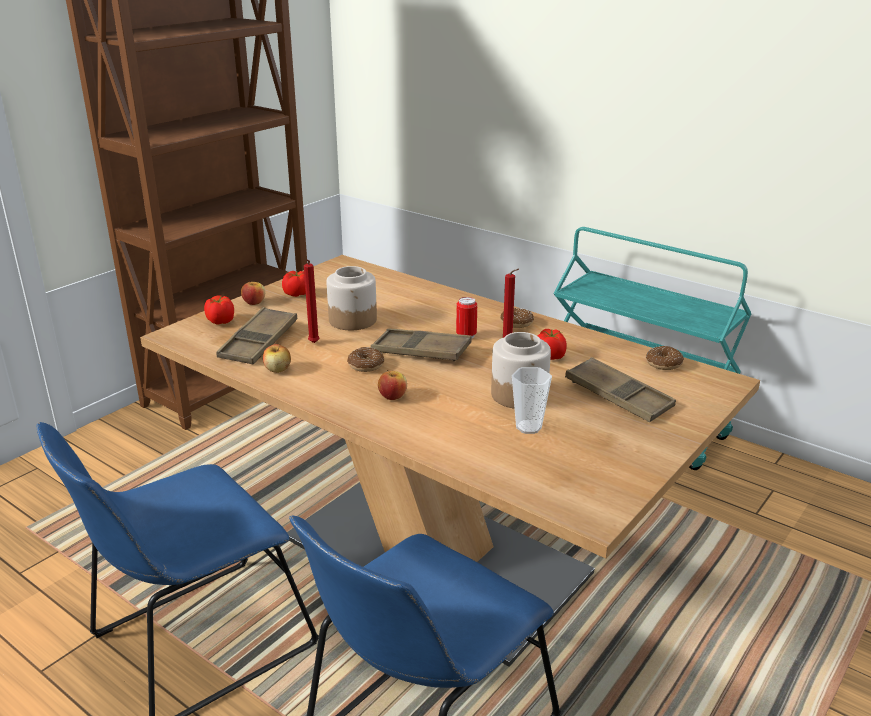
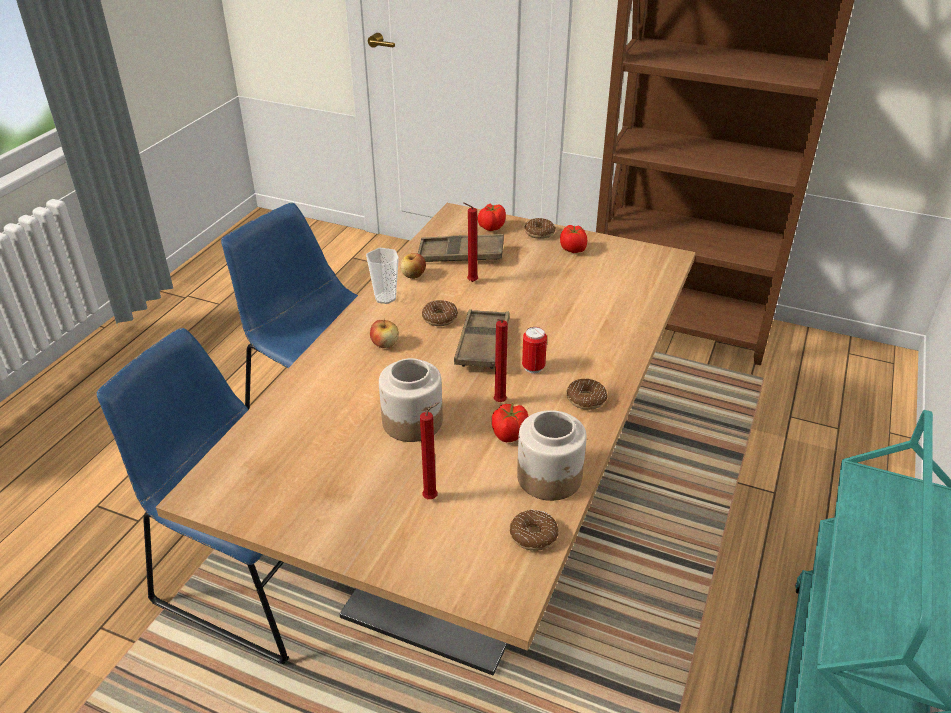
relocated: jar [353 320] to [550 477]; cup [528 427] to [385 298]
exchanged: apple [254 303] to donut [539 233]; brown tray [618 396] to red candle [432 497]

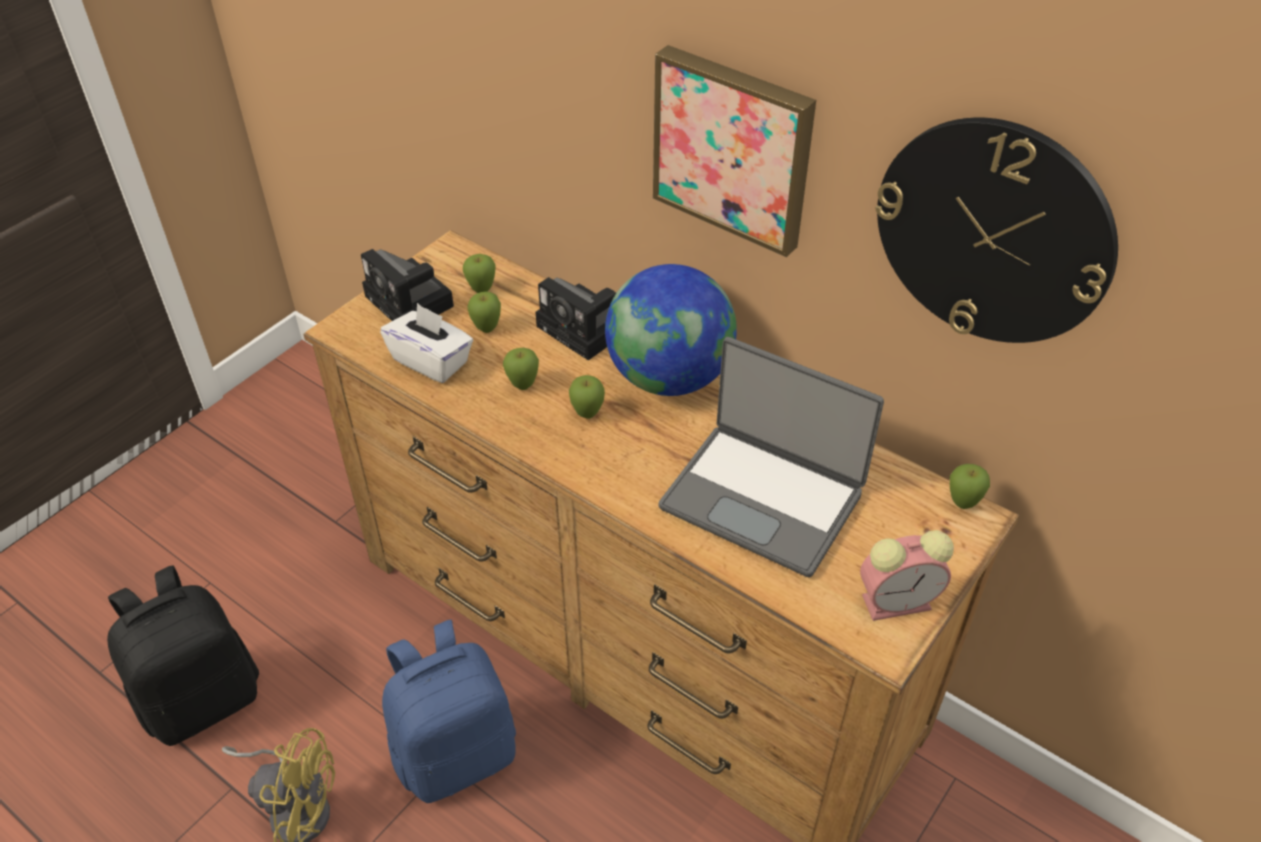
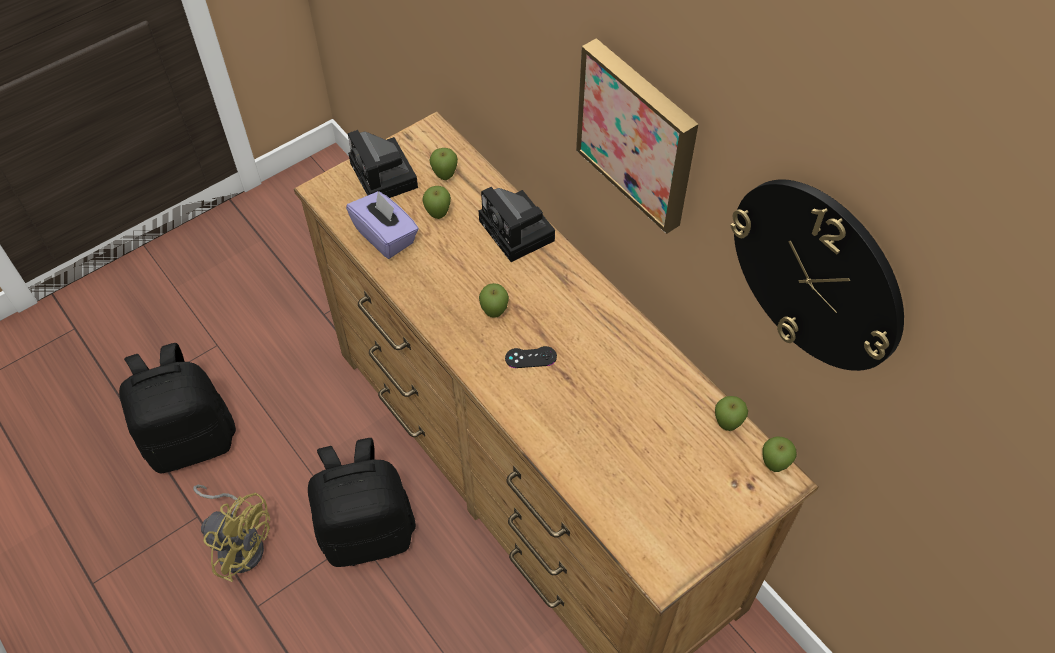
missing: globe [669 377]; laptop [763 498]; alarm clock [899 601]
appeared: black game controller [531 357]
relocated: apple [523 386] to [727 425]
colour: white tissue box [431 361] to purple tissue box [386 236]; blue backpack [456 753] to black backpack [368 531]

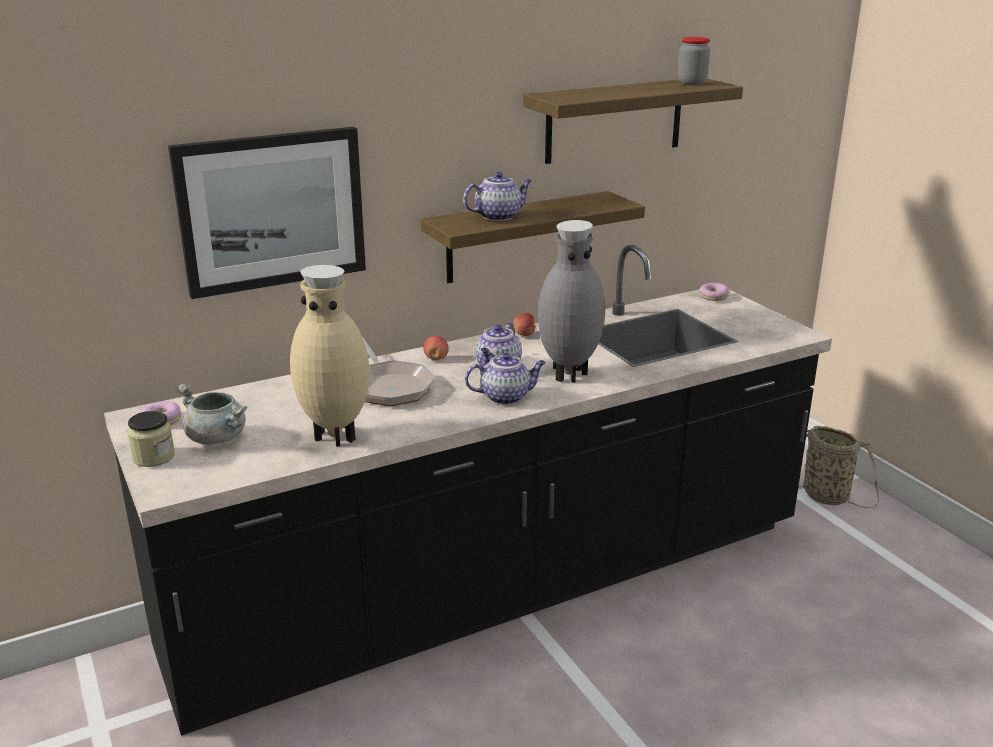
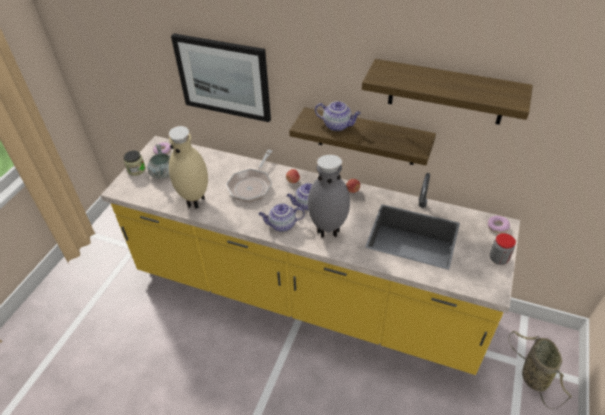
relocated: jar [692 83] to [498 258]
colour: black counter [496 589] to yellow counter [305 295]
spun: teapot [506 397] = [282 225] 135 degrees clockwise

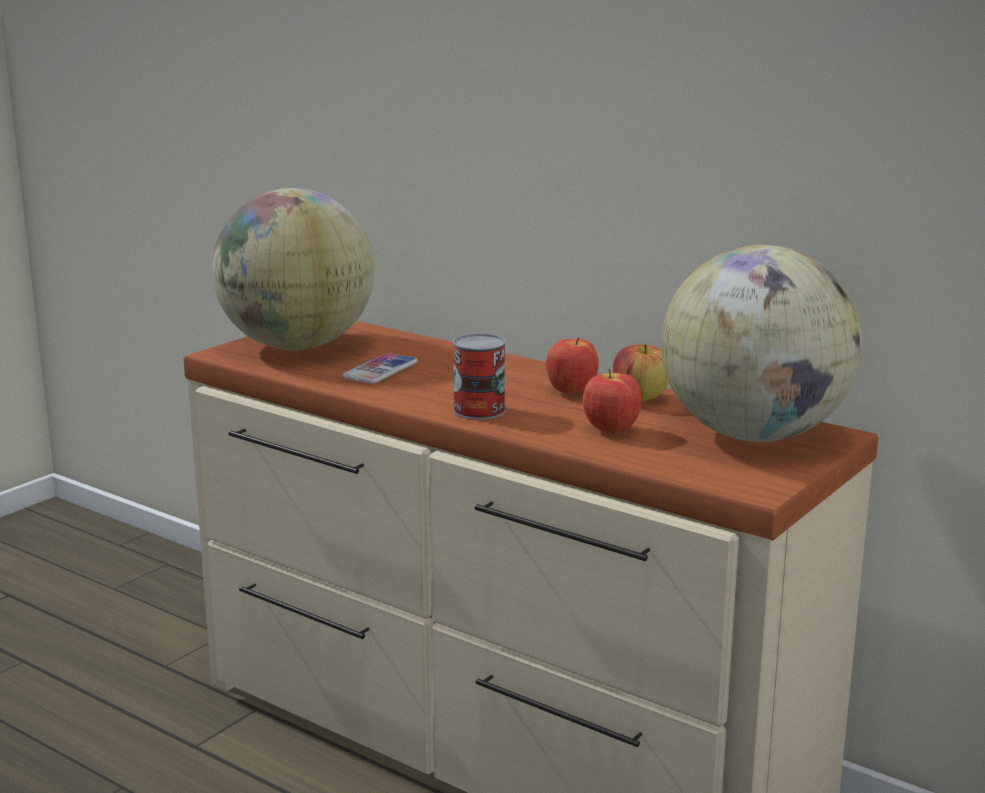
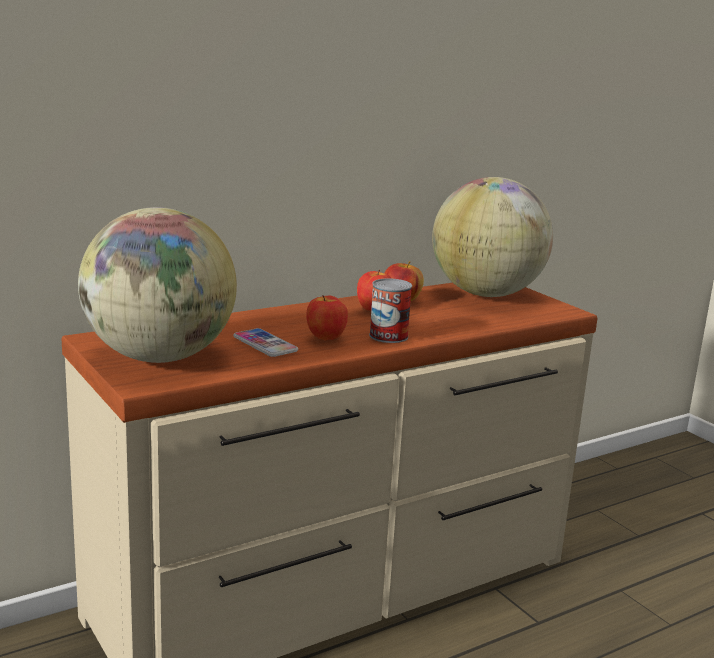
relocated: apple [610 430] to [326 339]

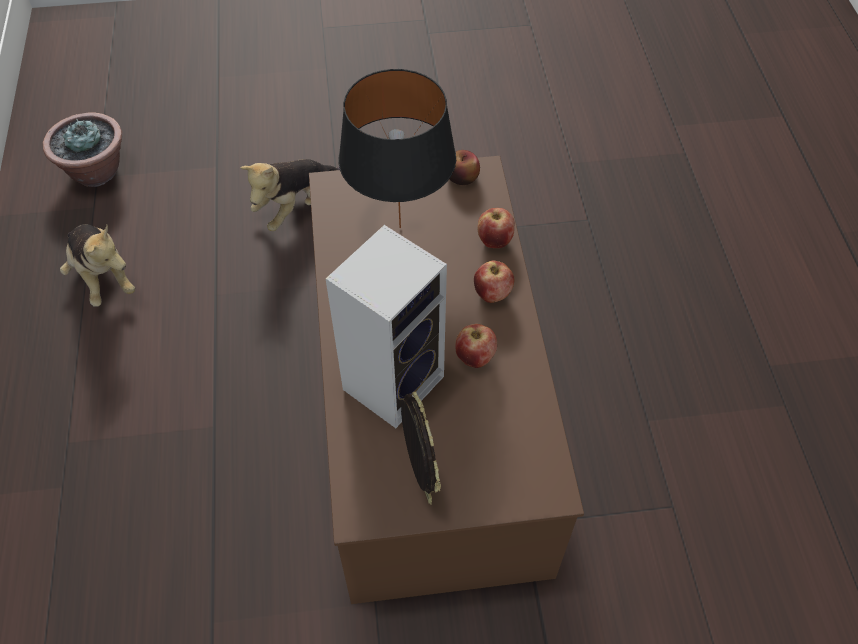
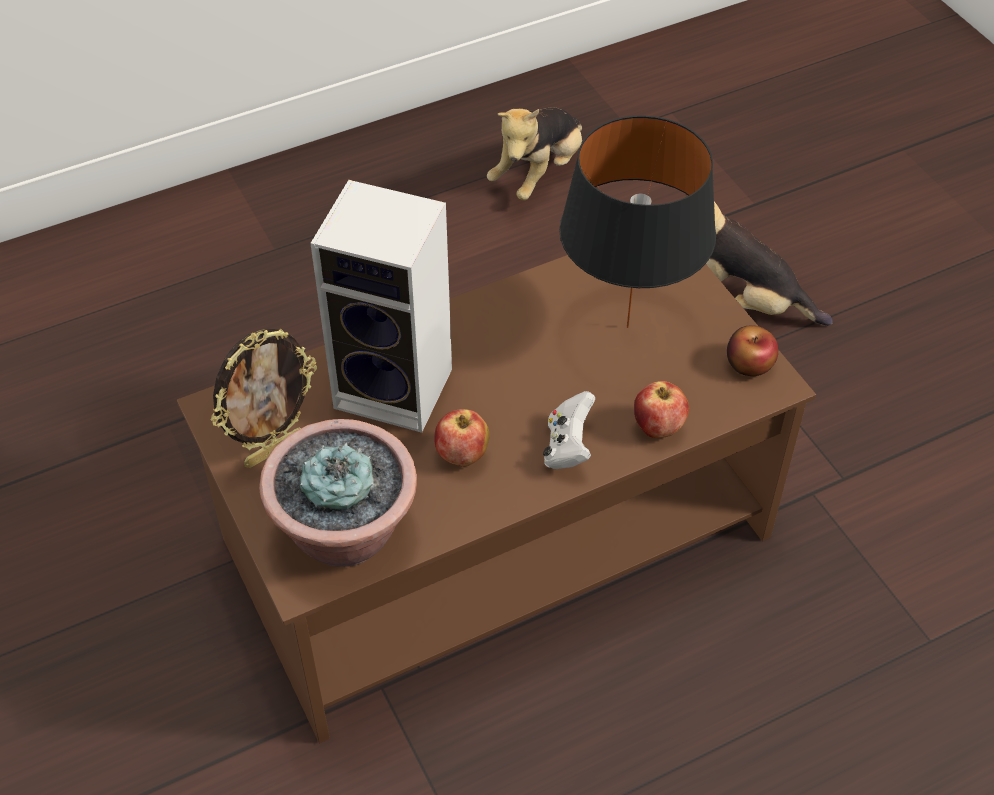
relocated: potted plant [96 172] to [345 532]
exchanged: apple [492 294] to white game controller [568 447]

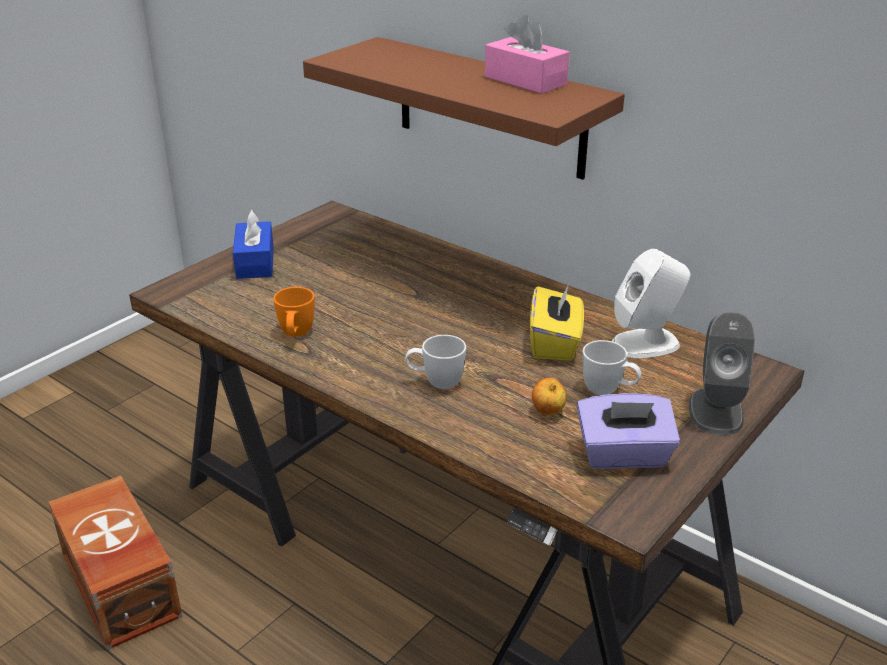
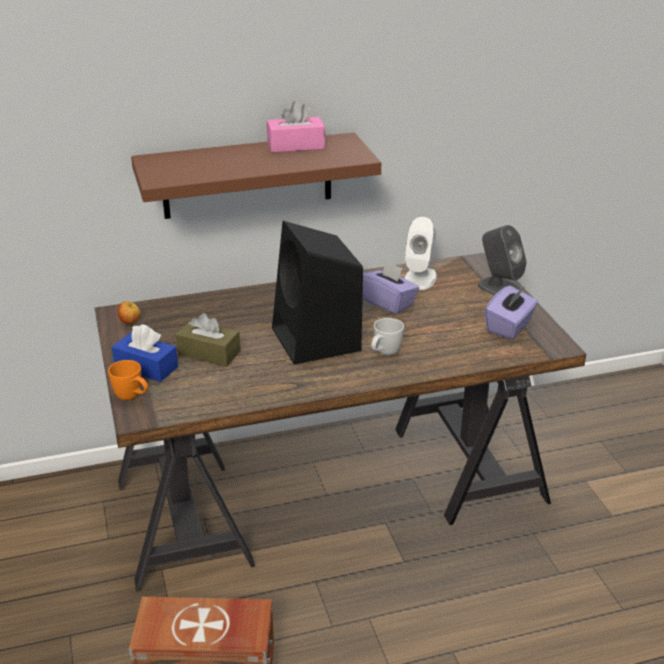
missing: white mug [609 391]
appeared: black speaker [317 340]; brown tissue box [209 353]
relocated: orange mug [296 335] to [132 397]; apple [548 412] to [130 323]
colour: yellow tissue box [555 343] to purple tissue box [388 303]

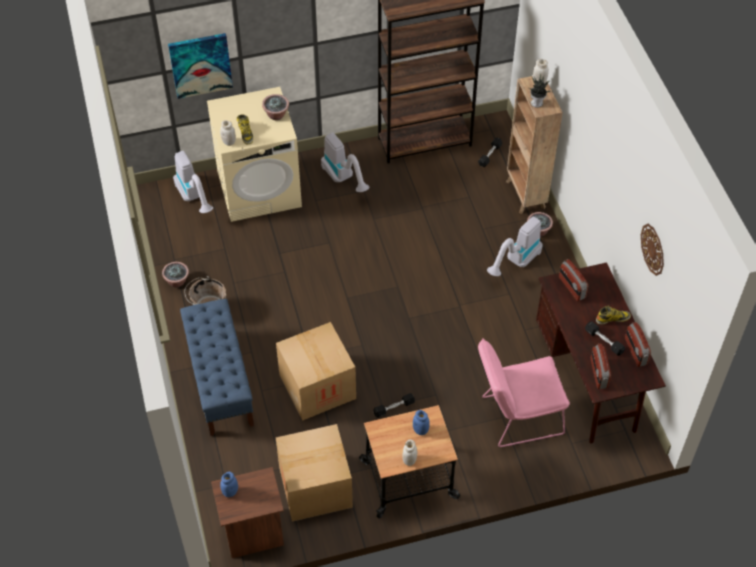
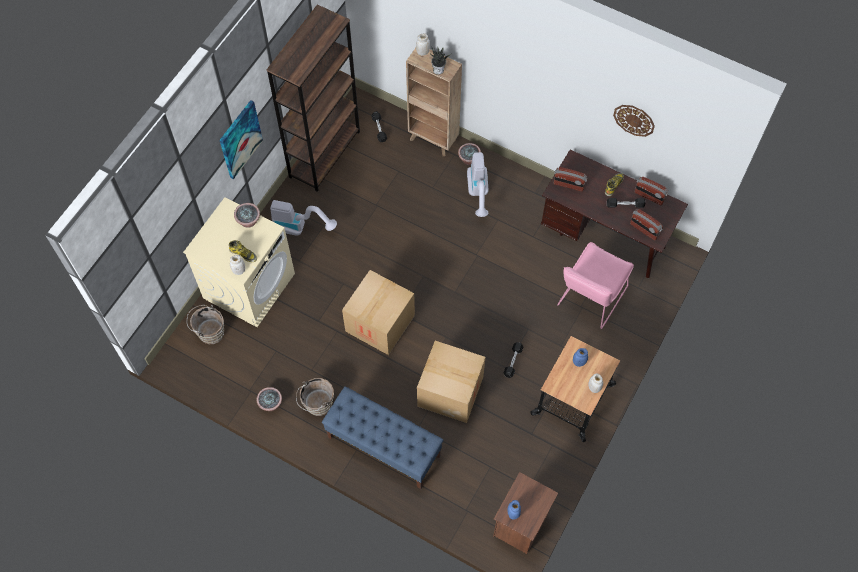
relocated: picture [200 65] to [240 139]; cardboard box [315 487] to [380 323]
exchanged: vacuum cleaner [194 198] to brown bucket [209 332]

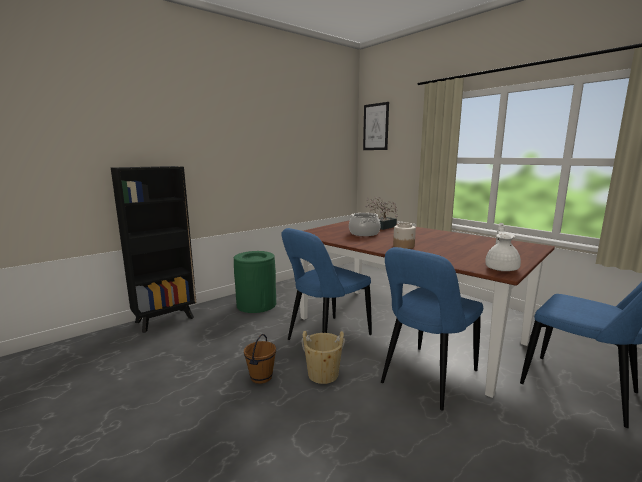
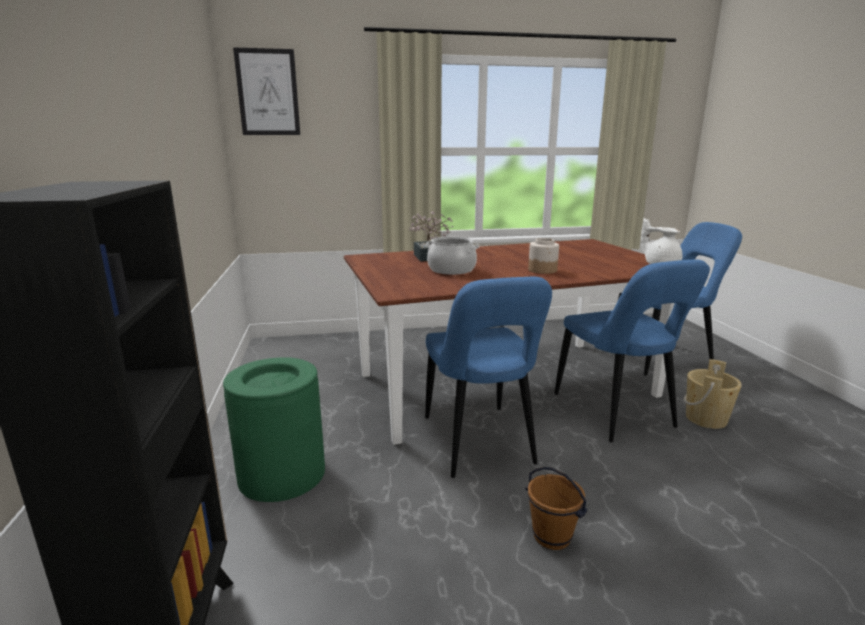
relocated: beige bucket [323 374] to [706 419]

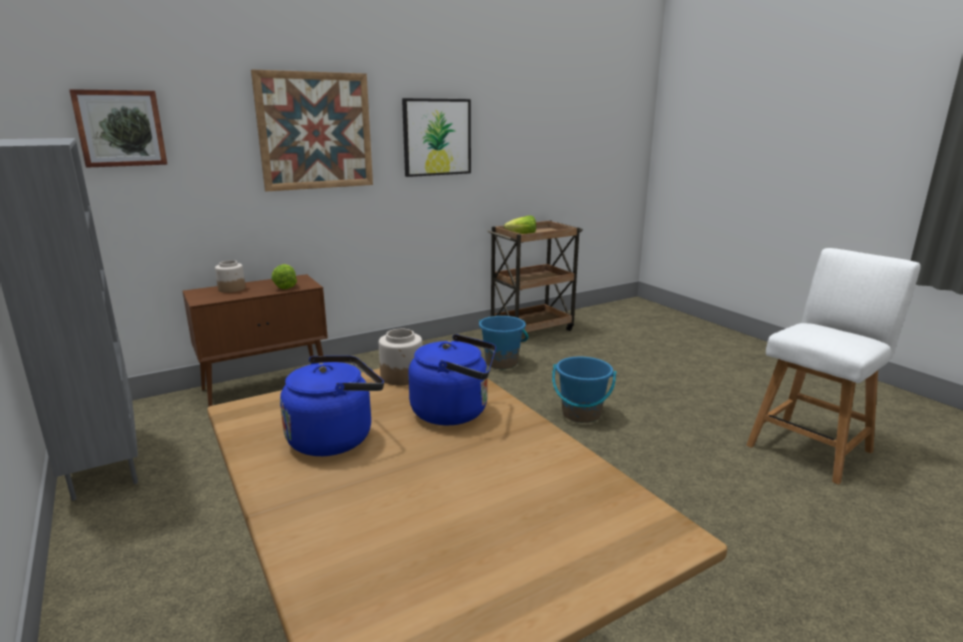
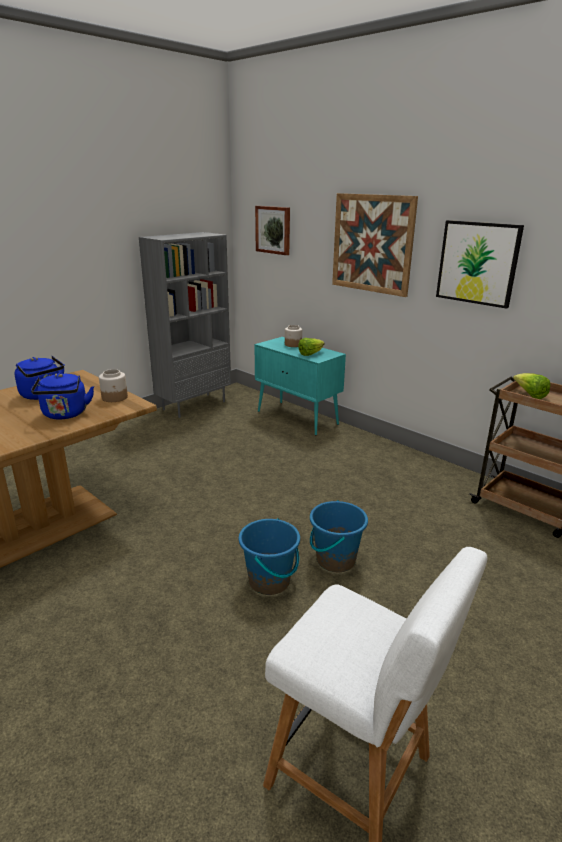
relocated: blue bucket [501 363] to [269 581]
colour: brown cabinet [267 386] to turquoise cabinet [298 418]

